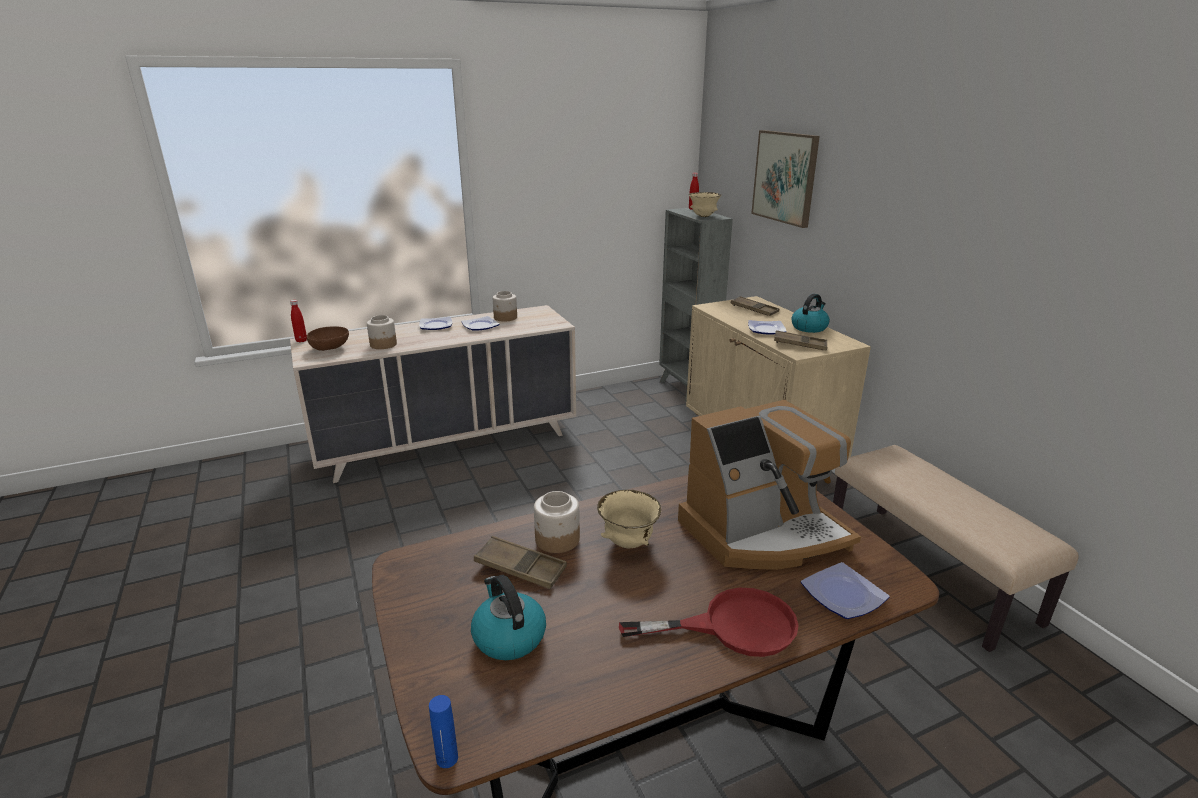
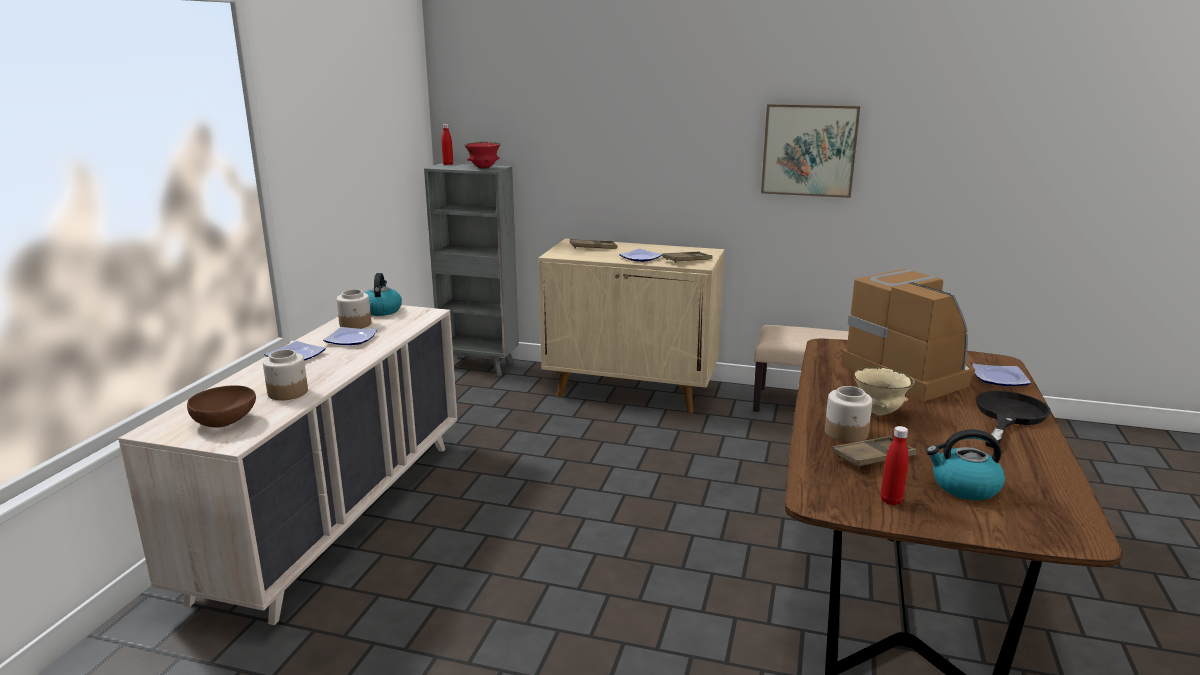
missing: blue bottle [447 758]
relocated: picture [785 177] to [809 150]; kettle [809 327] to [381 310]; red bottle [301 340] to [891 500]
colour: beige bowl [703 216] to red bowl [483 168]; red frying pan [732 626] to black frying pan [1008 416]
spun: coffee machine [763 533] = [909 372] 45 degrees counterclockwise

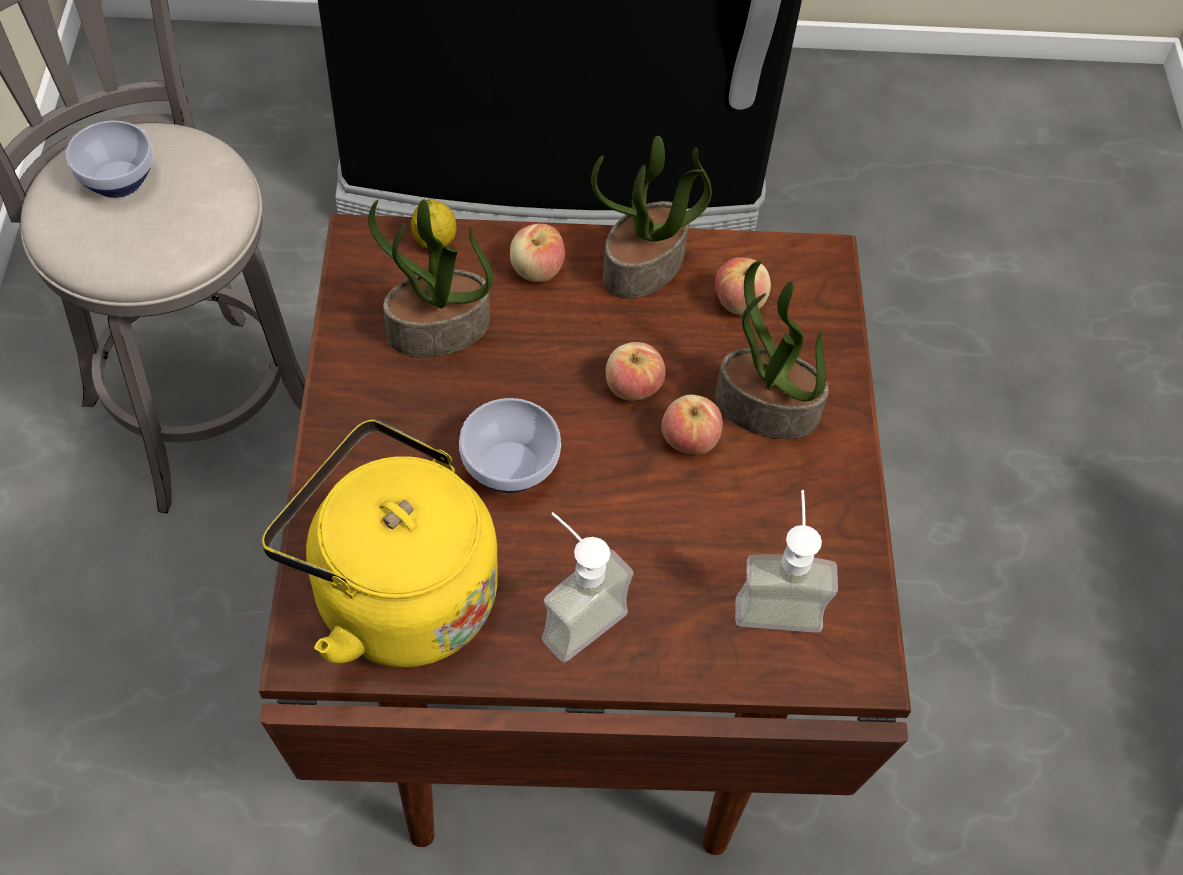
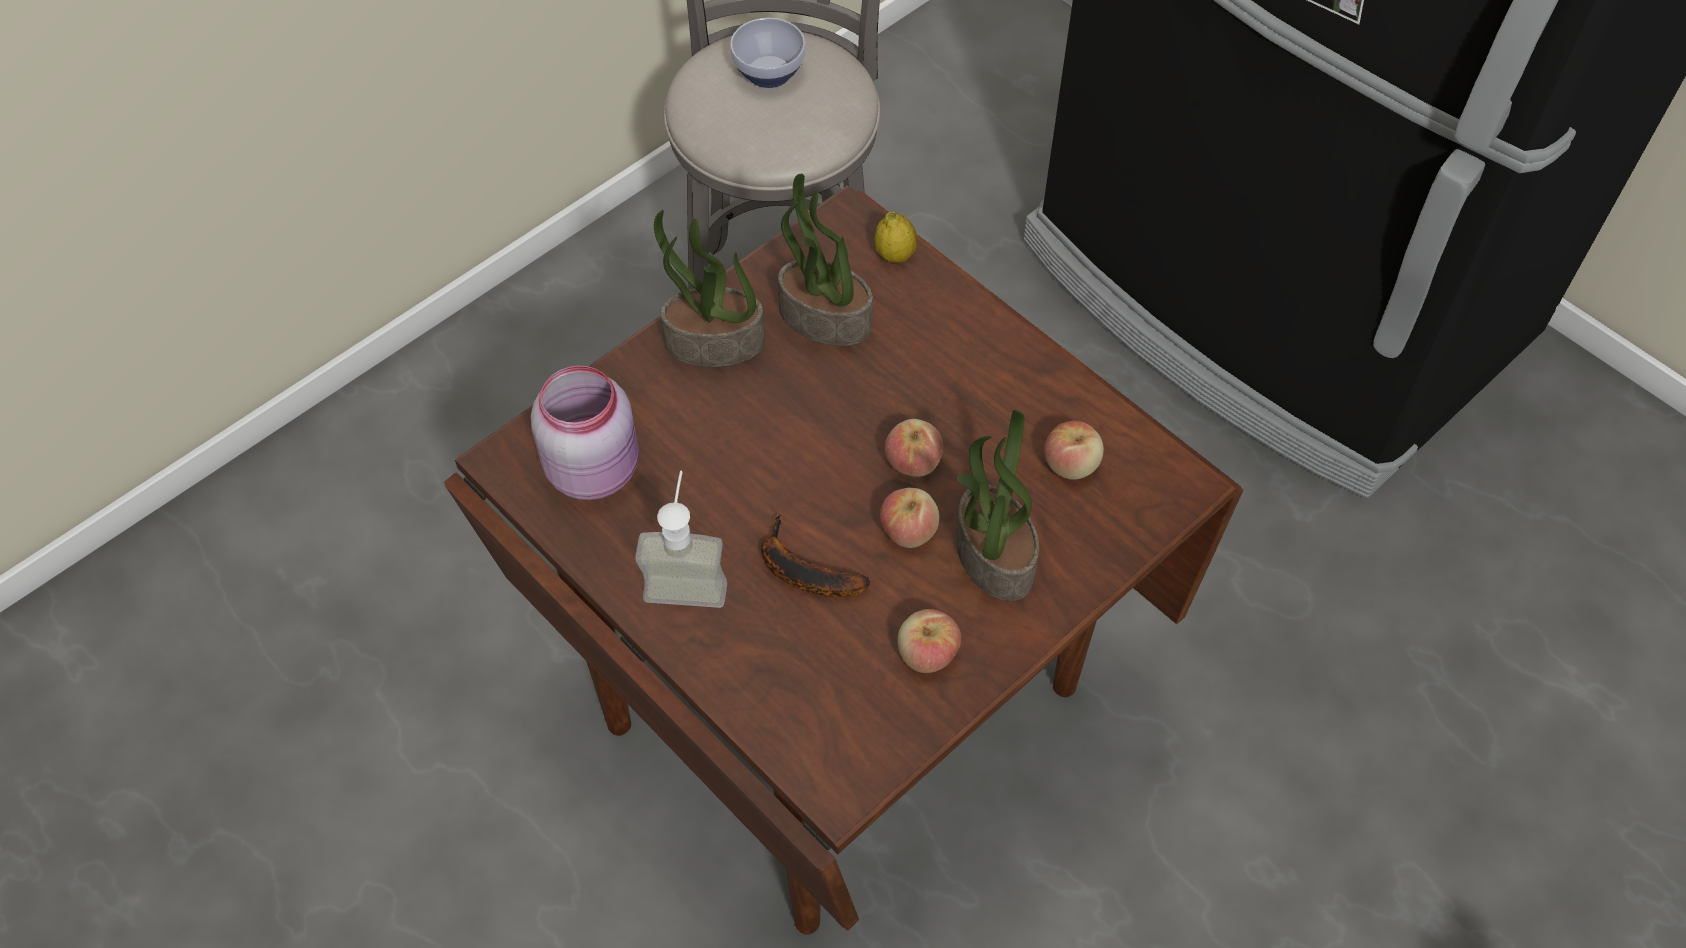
missing: bowl [507 467]; soap dispenser [778 598]
appeared: banana [802 571]
relocated: potted plant [644 268] to [713 344]; apple [536 270] to [927 654]
exchanged: yellow kettle [394 594] to pink jar [595 468]

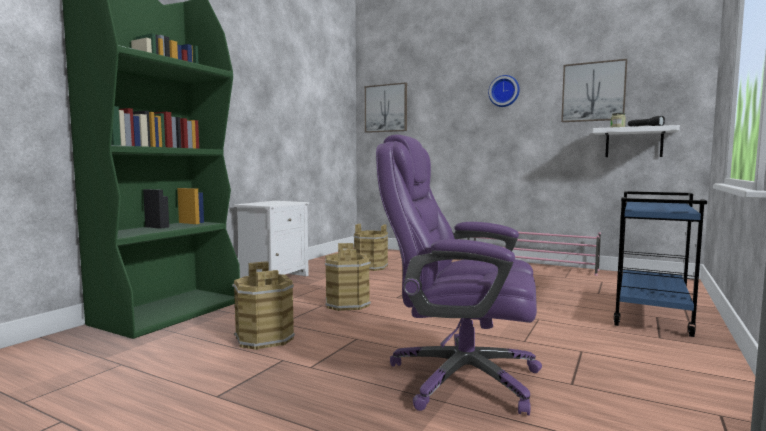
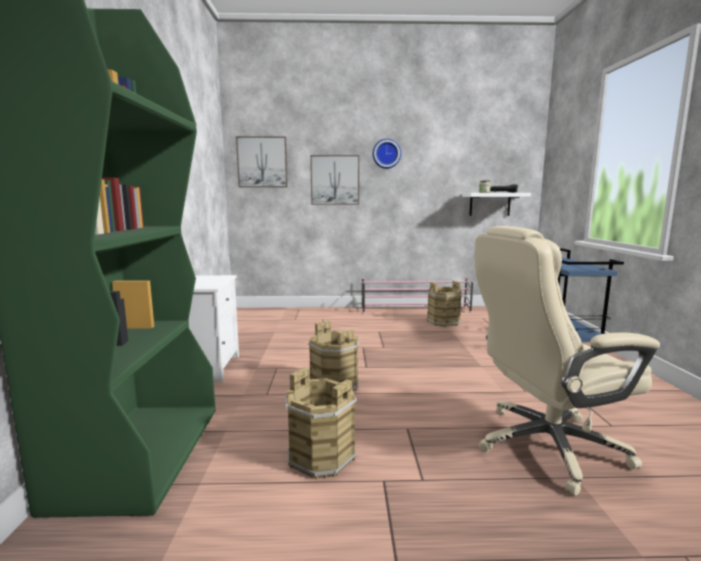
relocated: picture [593 92] to [335 180]; brown bucket [371 267] to [443 322]
colour: purple office chair [460 377] to beige office chair [545 446]

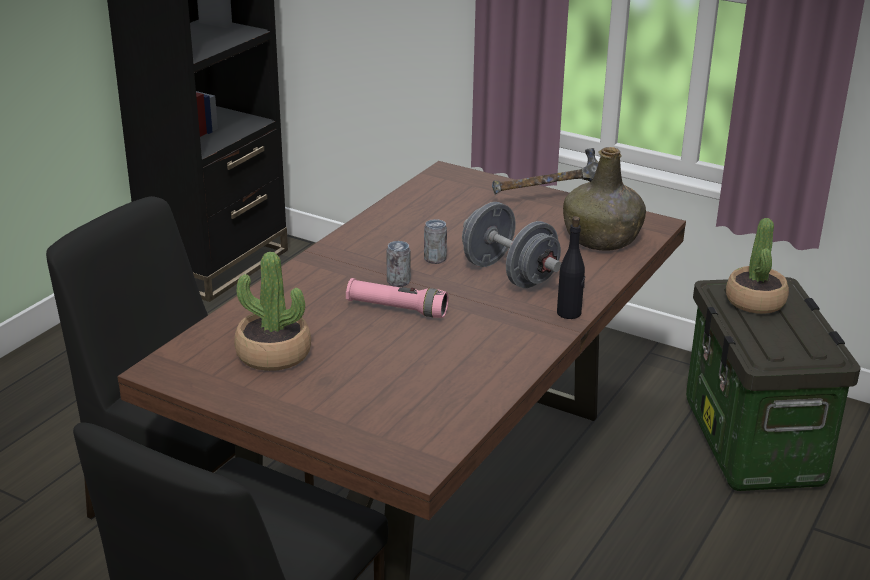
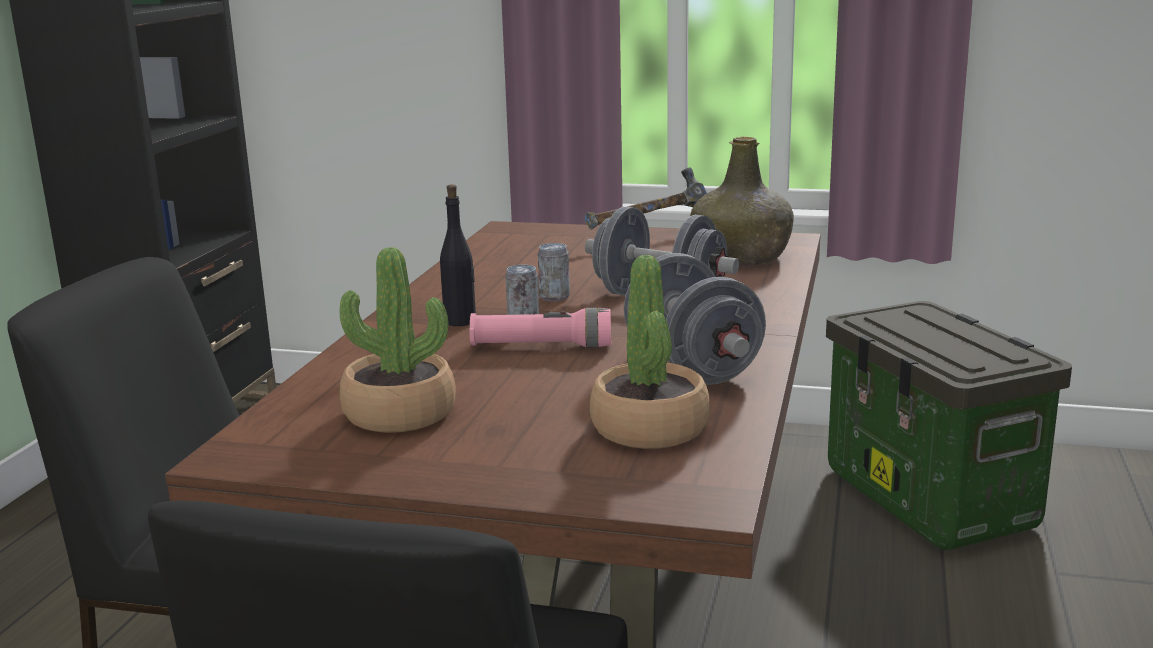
appeared: grey dumbbell [692 366]
relocated: black bottle [569 313] to [460 321]; potted plant [755 301] to [650 428]

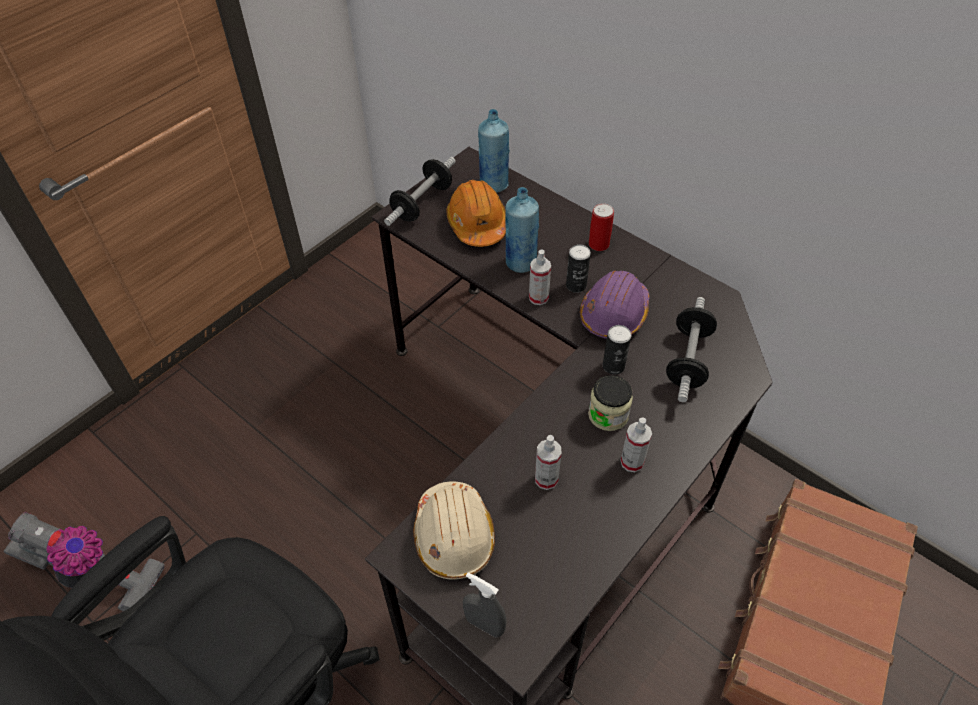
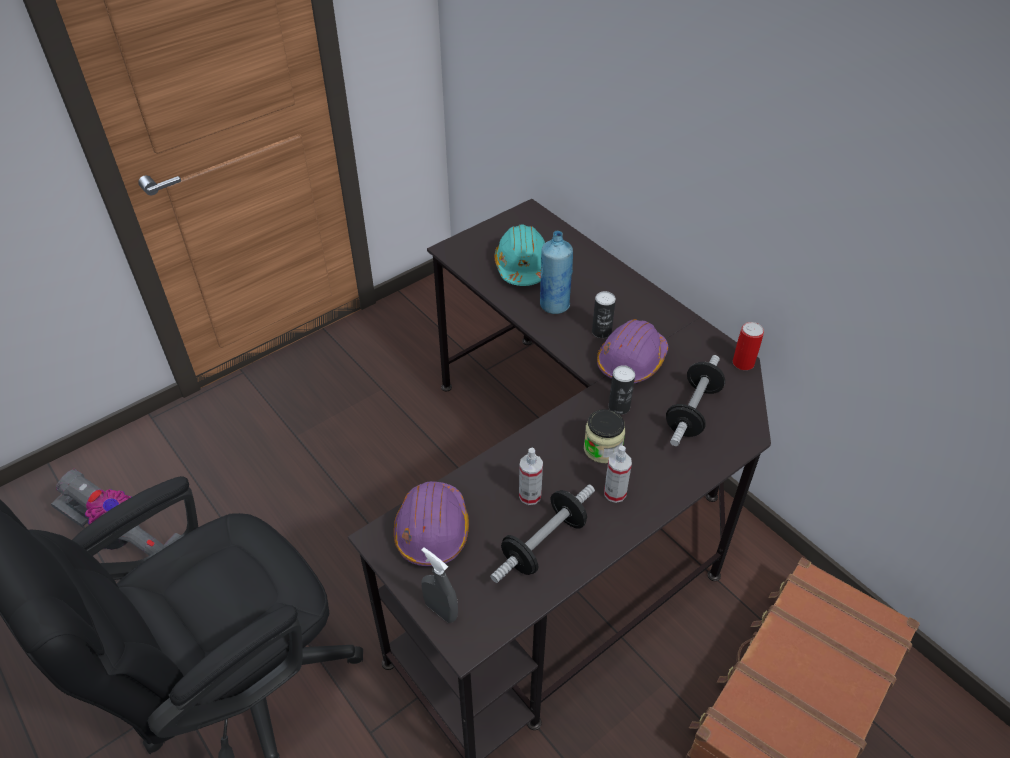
missing: blue bottle [494 184]; spray bottle [538 297]
relocated: dumbbell [422 203] to [543 544]; can [598 244] to [743 363]
colour: orange hard hat [477 224] to turquoise hard hat [522 266]; beige hard hat [454 535] to purple hard hat [432 530]

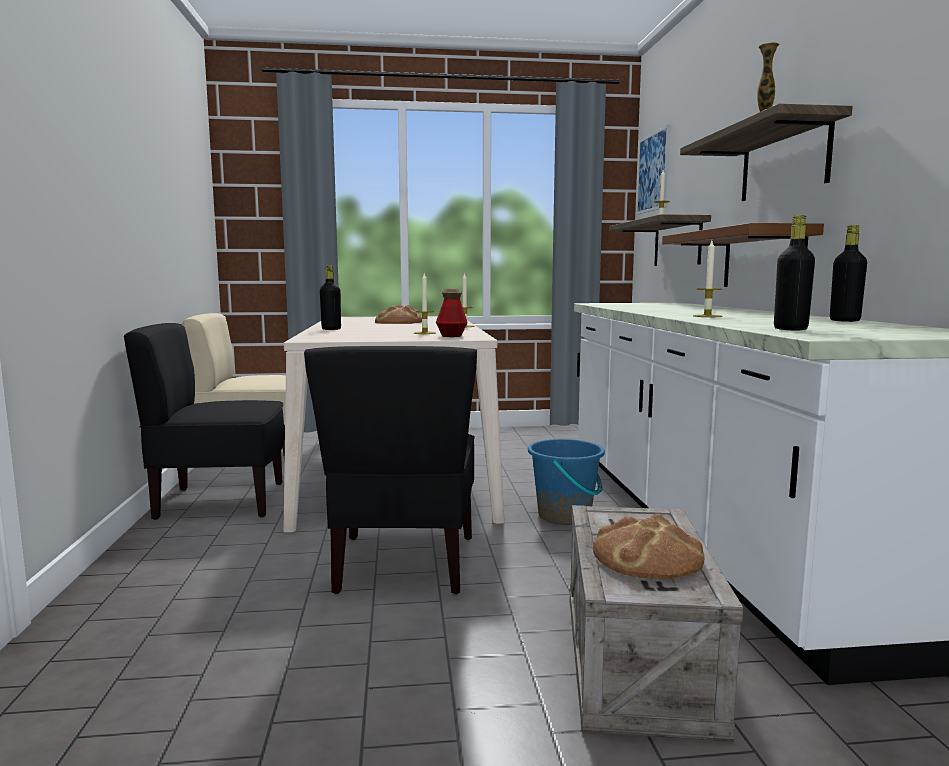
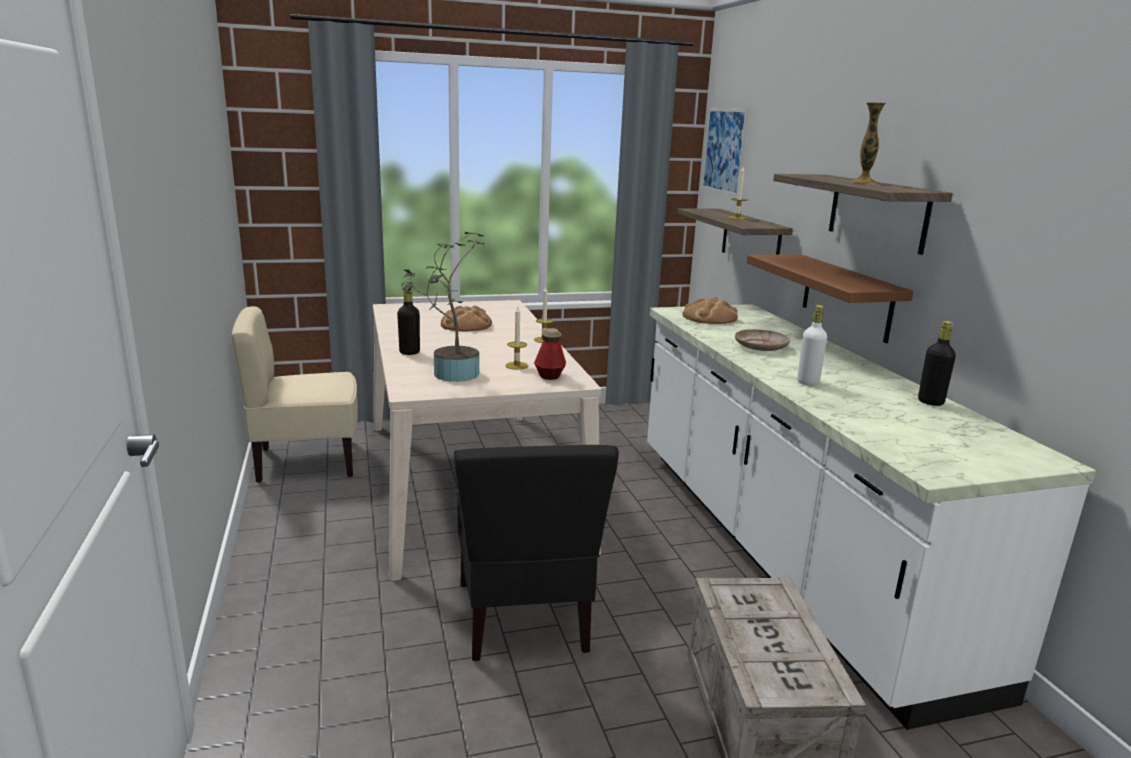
missing: black bottle [790 329]; black chair [221 501]; blue bucket [565 516]
appeared: potted plant [450 374]; beige plate [761 347]
relocated: bread [647 556] to [709 317]
exchanged: candle [707 316] to white bottle [808 382]

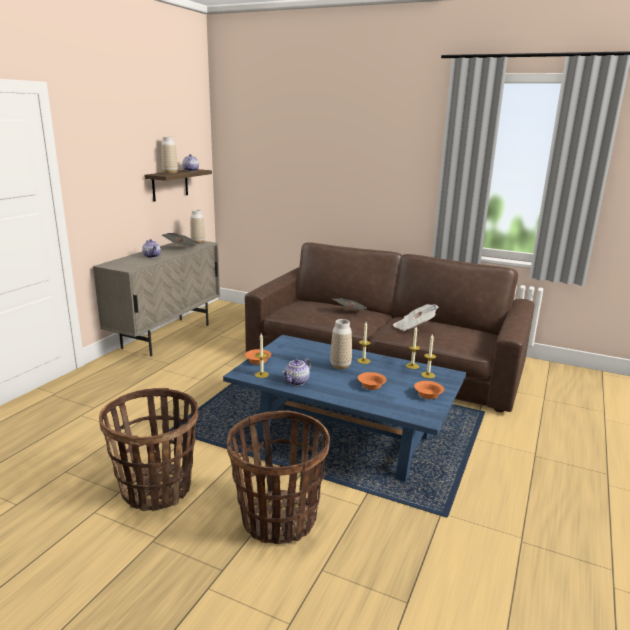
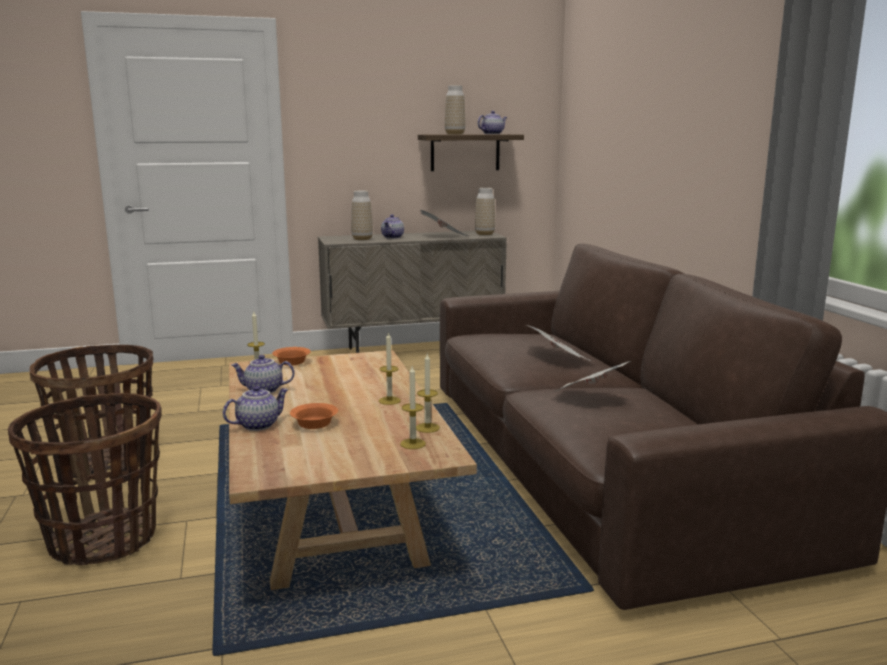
missing: orange bowl [428 395]
appeared: teapot [258 425]
relocated: vase [340 366] to [362 239]
colour: blue coffee table [343 437] to beige coffee table [335 510]

